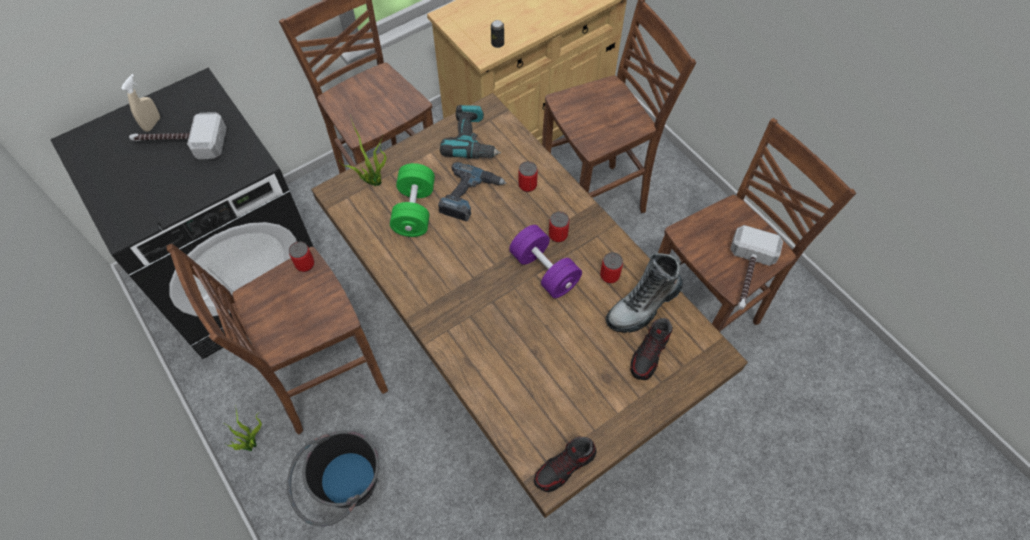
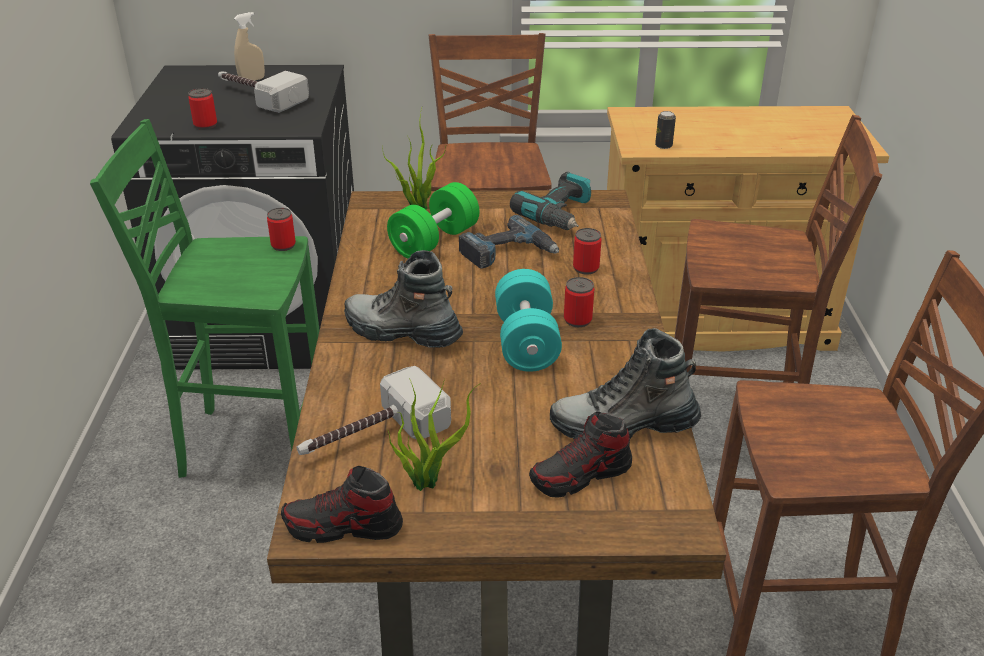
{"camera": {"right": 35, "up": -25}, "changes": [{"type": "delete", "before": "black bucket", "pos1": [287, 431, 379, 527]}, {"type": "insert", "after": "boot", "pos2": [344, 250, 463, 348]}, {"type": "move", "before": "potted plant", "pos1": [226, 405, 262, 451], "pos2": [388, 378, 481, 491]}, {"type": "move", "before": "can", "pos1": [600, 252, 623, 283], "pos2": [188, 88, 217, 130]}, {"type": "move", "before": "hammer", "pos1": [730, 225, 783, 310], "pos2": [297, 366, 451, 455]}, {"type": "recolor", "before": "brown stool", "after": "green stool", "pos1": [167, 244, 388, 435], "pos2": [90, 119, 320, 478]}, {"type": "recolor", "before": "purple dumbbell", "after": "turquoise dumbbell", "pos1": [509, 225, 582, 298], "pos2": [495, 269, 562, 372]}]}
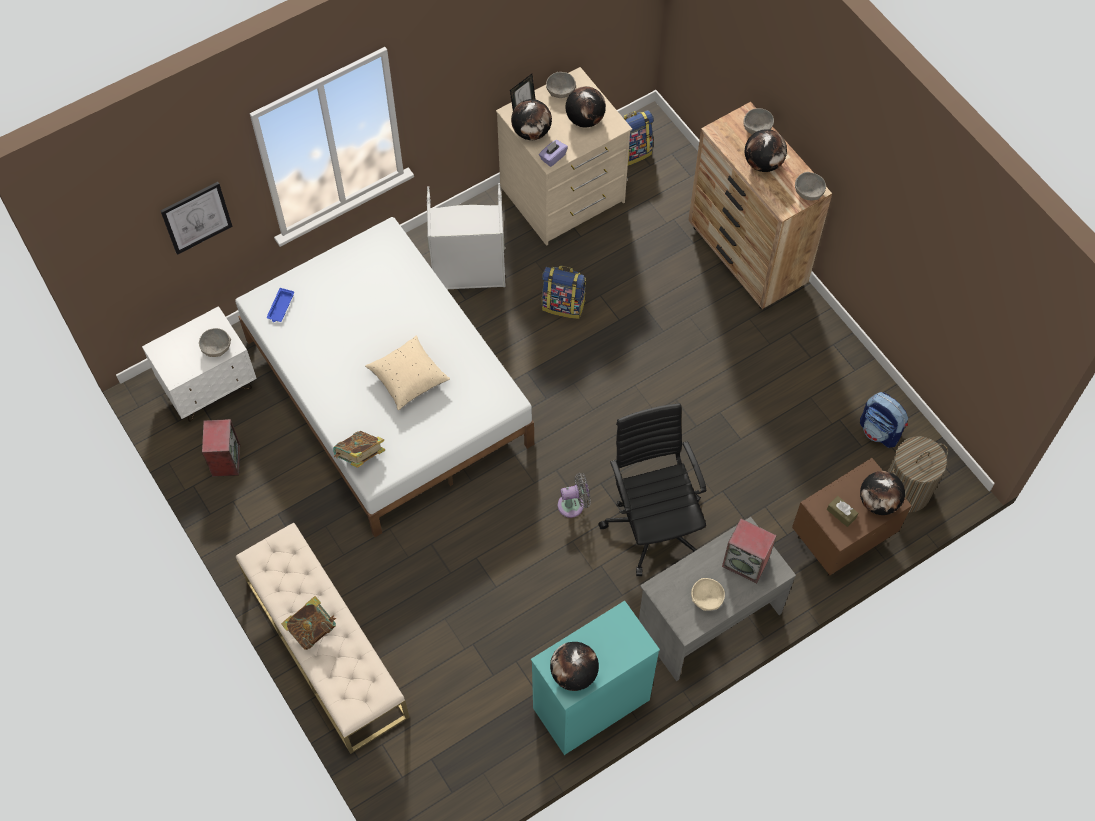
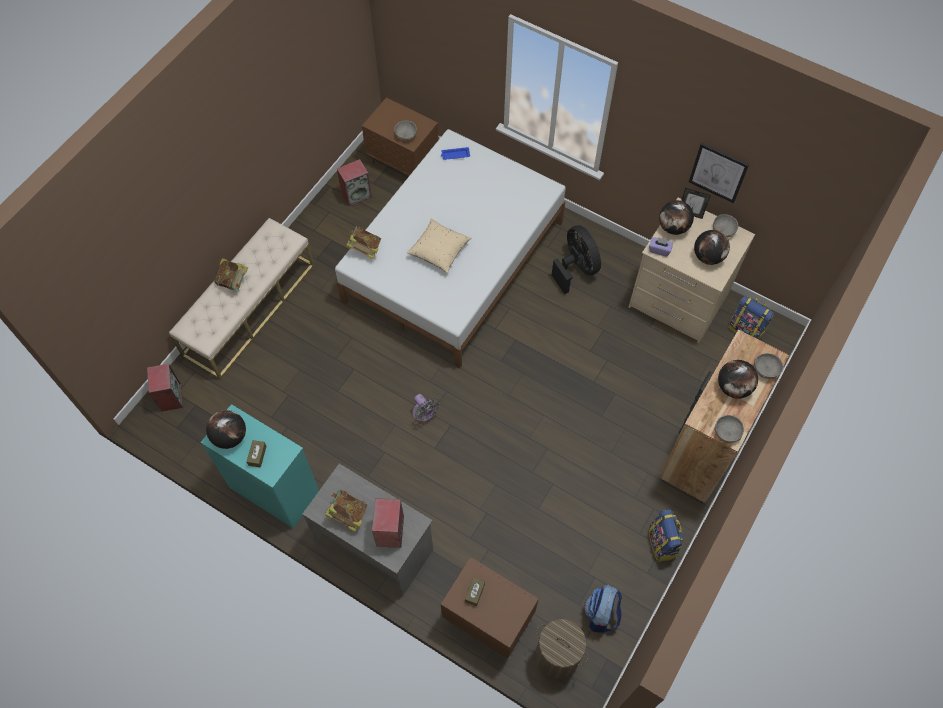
{"camera": {"right": 65, "up": 0}, "changes": [{"type": "delete", "before": "black office chair", "pos1": [598, 404, 706, 576]}, {"type": "delete", "before": "globe", "pos1": [860, 471, 905, 515]}, {"type": "insert", "after": "speaker", "pos2": [147, 364, 183, 412]}, {"type": "insert", "after": "brown tissue box", "pos2": [247, 440, 267, 468]}, {"type": "move", "before": "picture", "pos1": [161, 182, 233, 255], "pos2": [689, 143, 749, 203]}, {"type": "move", "before": "backpack", "pos1": [542, 266, 586, 319], "pos2": [648, 509, 683, 562]}, {"type": "replace", "before": "grey laundry basket", "after": "black fan", "pos1": [426, 183, 506, 289], "pos2": [552, 225, 601, 294]}, {"type": "replace", "before": "beige bowl", "after": "book", "pos1": [691, 578, 725, 611], "pos2": [325, 489, 367, 532]}, {"type": "recolor", "before": "white nightstand", "after": "brown nightstand", "pos1": [142, 306, 257, 422], "pos2": [362, 97, 439, 176]}]}
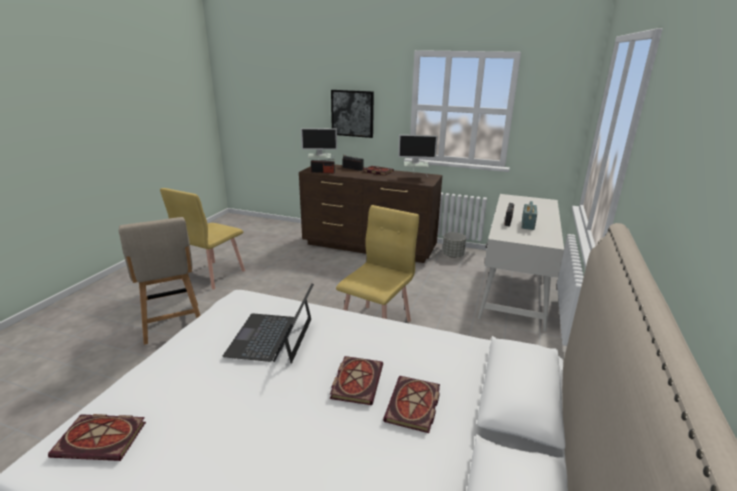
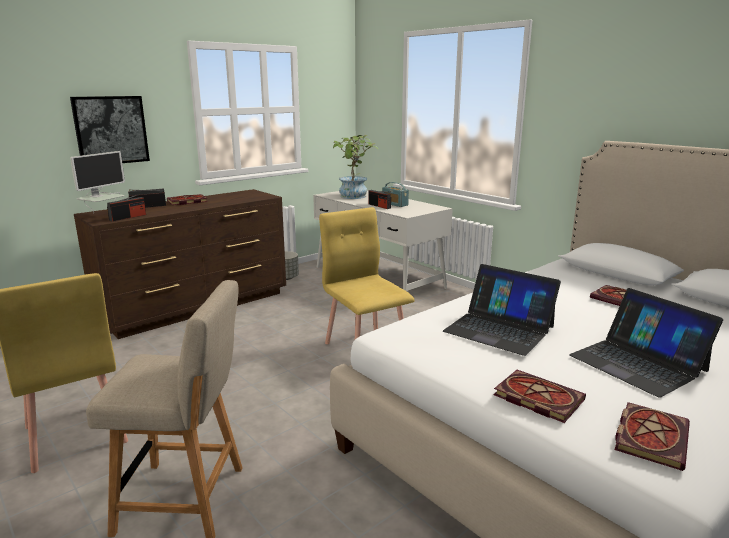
{"camera": {"right": -60, "up": -5}, "changes": [{"type": "delete", "before": "monitor", "pos1": [398, 135, 438, 177]}, {"type": "insert", "after": "potted plant", "pos2": [333, 135, 379, 199]}, {"type": "insert", "after": "laptop", "pos2": [569, 288, 723, 398]}, {"type": "move", "before": "book", "pos1": [330, 356, 383, 405], "pos2": [493, 370, 586, 423]}]}
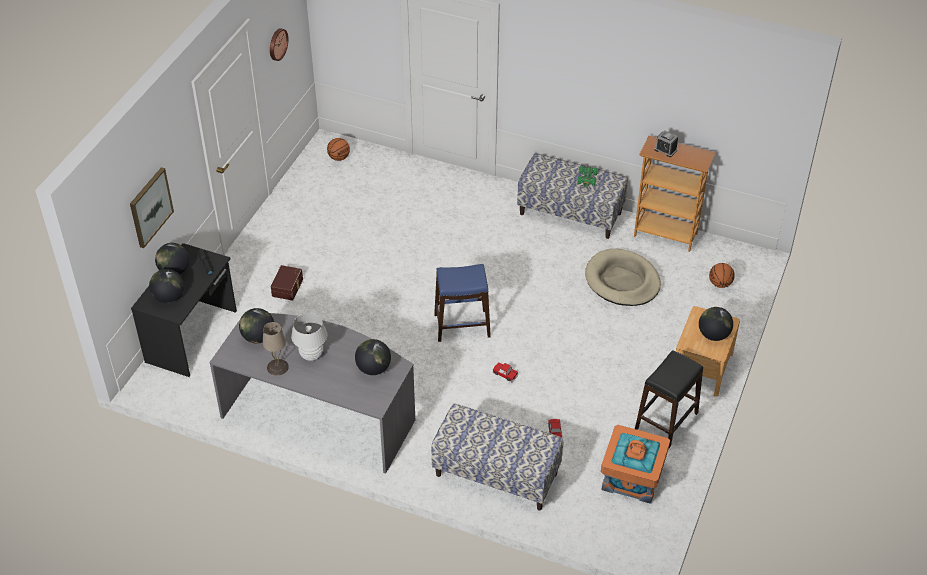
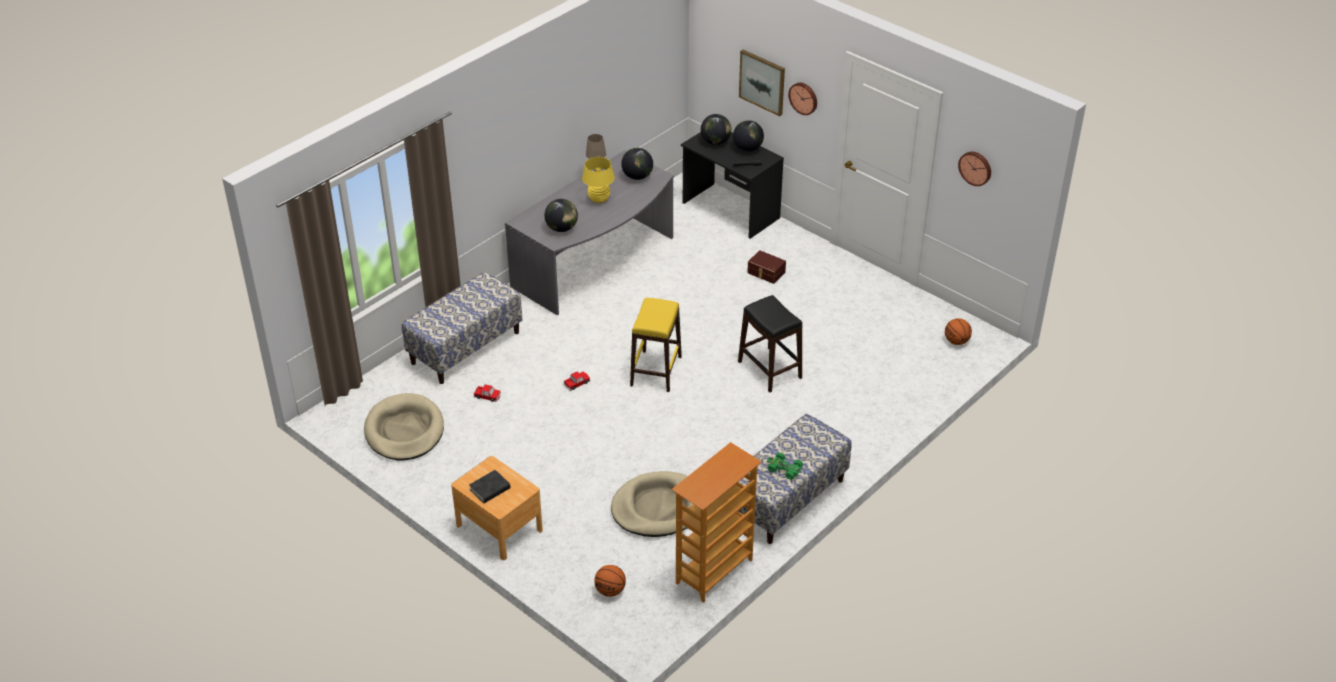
{"camera": {"right": 110, "up": -5}, "changes": [{"type": "delete", "before": "alarm clock", "pos1": [654, 130, 678, 157]}, {"type": "insert", "after": "wall clock", "pos2": [788, 83, 817, 115]}, {"type": "move", "before": "black stool", "pos1": [635, 350, 703, 448], "pos2": [738, 295, 802, 392]}, {"type": "replace", "before": "orange storage box", "after": "beige dog bed", "pos1": [601, 425, 670, 504], "pos2": [364, 393, 444, 460]}, {"type": "replace", "before": "globe", "after": "black book", "pos1": [699, 307, 733, 341], "pos2": [469, 470, 510, 503]}, {"type": "recolor", "before": "white table lamp", "after": "yellow table lamp", "pos1": [291, 313, 327, 361], "pos2": [582, 157, 615, 203]}, {"type": "recolor", "before": "blue stool", "after": "yellow stool", "pos1": [434, 264, 491, 342], "pos2": [630, 298, 682, 392]}]}
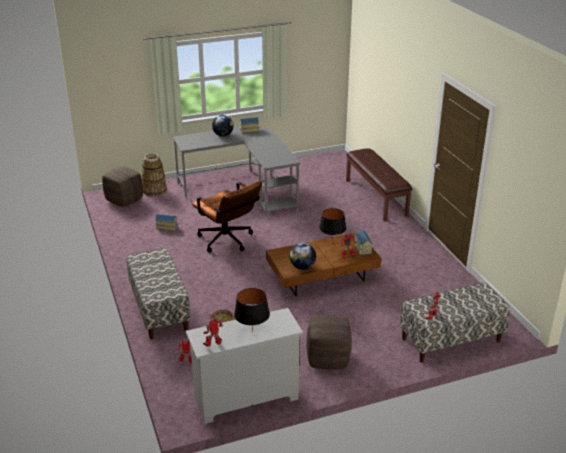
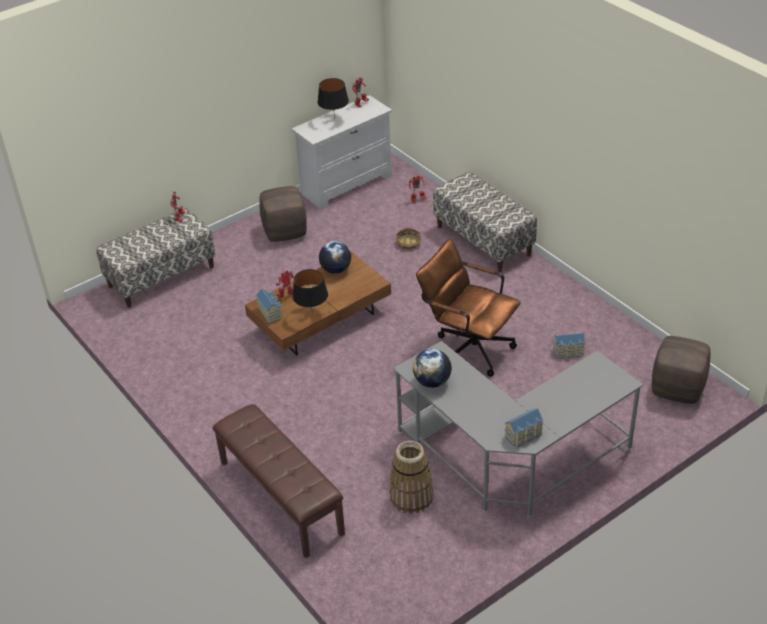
{"camera": {"right": 165, "up": 10}, "changes": [{"type": "move", "before": "basket", "pos1": [142, 153, 167, 197], "pos2": [390, 441, 434, 514]}, {"type": "move", "before": "globe", "pos1": [212, 115, 234, 136], "pos2": [413, 349, 452, 388]}]}
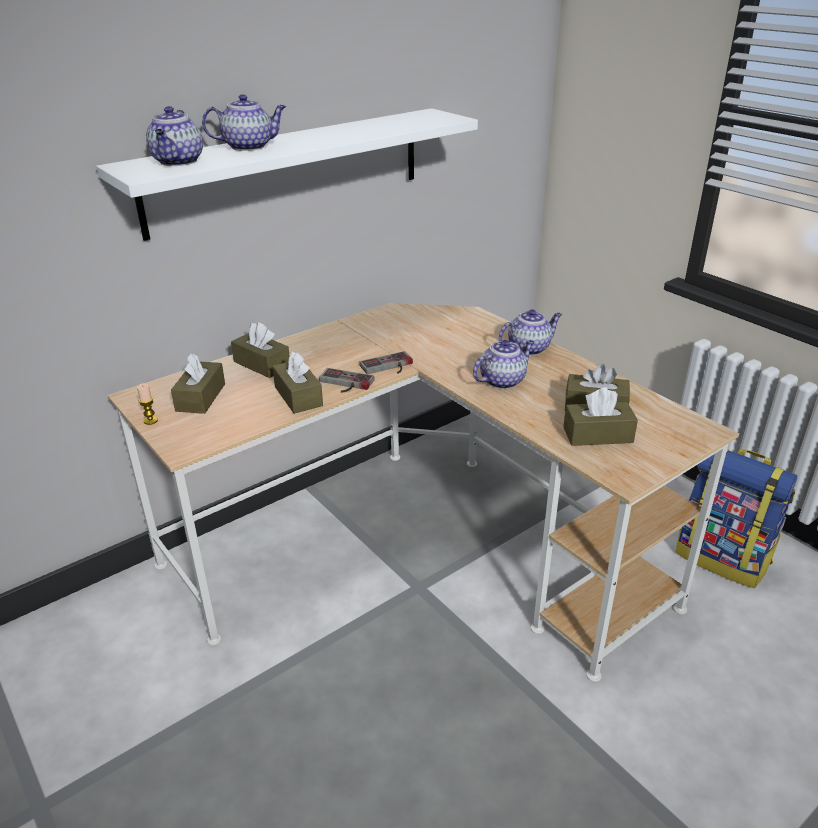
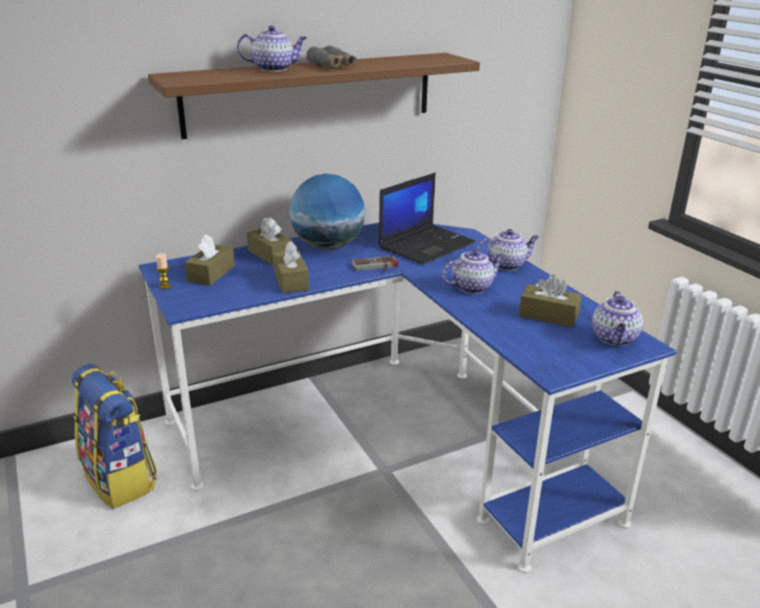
{"camera": {"right": 10, "up": -5}, "changes": [{"type": "delete", "before": "game controller", "pos1": [319, 368, 375, 392]}, {"type": "delete", "before": "brown tissue box", "pos1": [563, 387, 638, 446]}, {"type": "insert", "after": "globe", "pos2": [289, 173, 365, 250]}, {"type": "insert", "after": "grey binoculars", "pos2": [306, 45, 357, 67]}, {"type": "insert", "after": "laptop", "pos2": [379, 172, 476, 265]}, {"type": "move", "before": "teapot", "pos1": [146, 106, 203, 166], "pos2": [592, 291, 643, 346]}, {"type": "move", "before": "backpack", "pos1": [676, 449, 797, 588], "pos2": [72, 364, 157, 509]}, {"type": "recolor", "before": "white shelf", "after": "brown shelf", "pos1": [96, 108, 478, 241], "pos2": [148, 53, 480, 139]}, {"type": "recolor", "before": "beige desk", "after": "blue desk", "pos1": [108, 303, 739, 682], "pos2": [139, 223, 677, 573]}]}
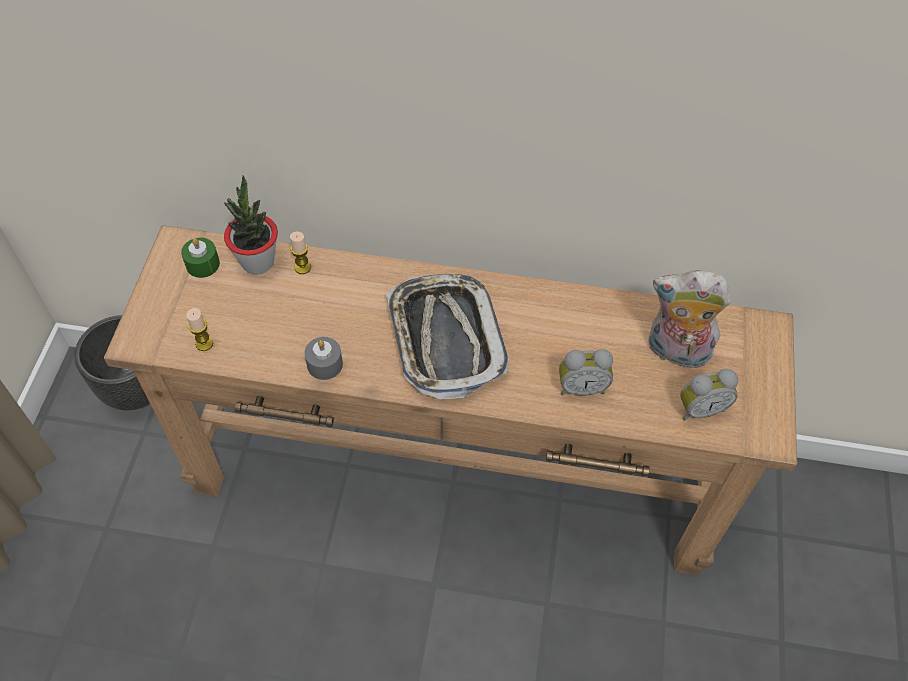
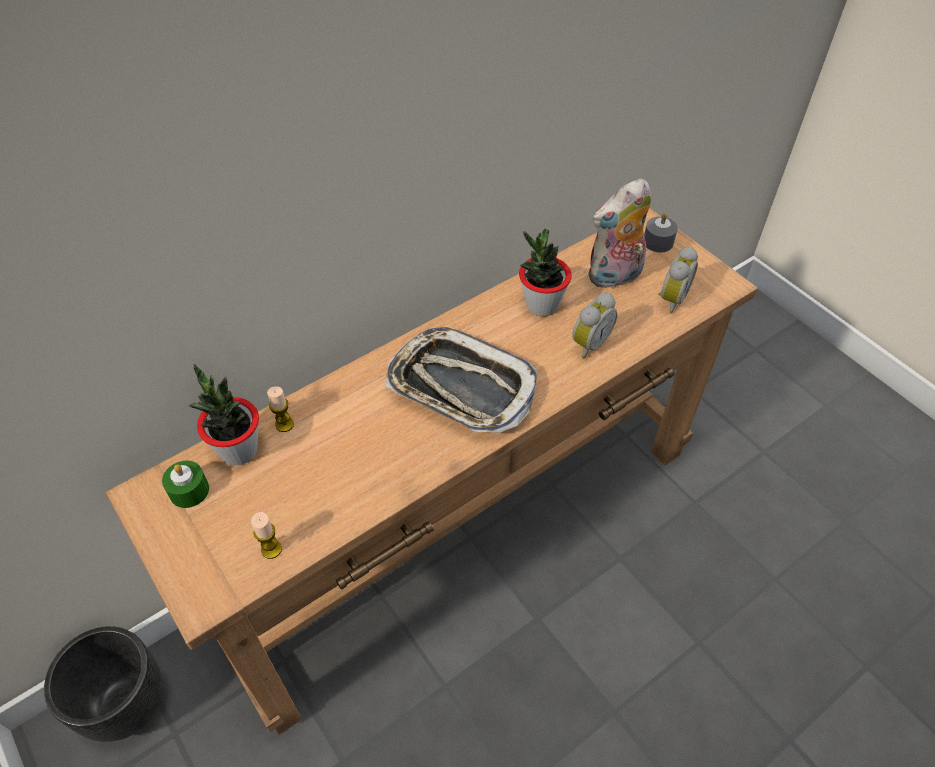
{"camera": {"right": -45, "up": -5}, "changes": [{"type": "insert", "after": "potted plant", "pos2": [519, 229, 572, 316]}, {"type": "move", "before": "grey candle", "pos1": [304, 337, 343, 380], "pos2": [644, 213, 678, 252]}]}
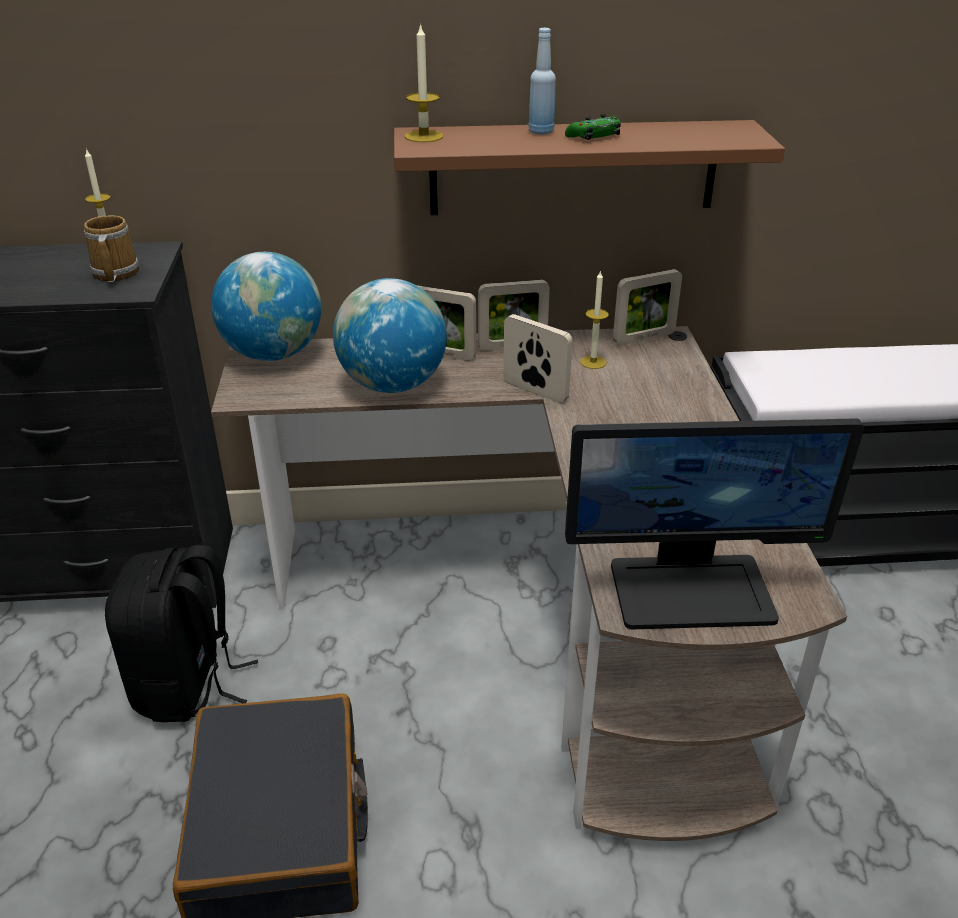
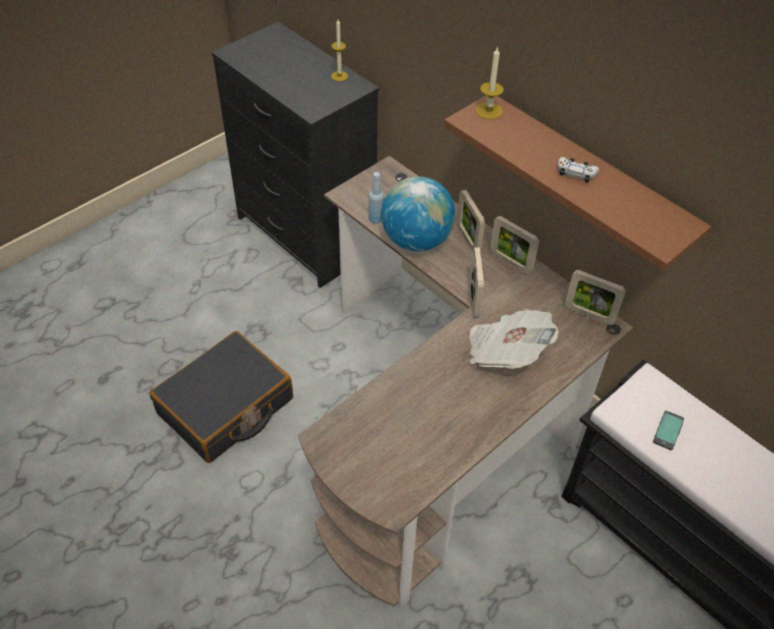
{"camera": {"right": 50, "up": 15}, "changes": [{"type": "delete", "before": "mug", "pos1": [84, 215, 139, 282]}, {"type": "delete", "before": "black backpack", "pos1": [105, 545, 258, 722]}, {"type": "delete", "before": "globe", "pos1": [211, 252, 321, 361]}, {"type": "delete", "before": "monitor", "pos1": [565, 418, 864, 629]}, {"type": "delete", "before": "candle", "pos1": [580, 270, 609, 369]}, {"type": "insert", "after": "newspaper", "pos2": [469, 309, 558, 369]}, {"type": "insert", "after": "phone", "pos2": [653, 411, 684, 450]}, {"type": "move", "before": "blue bottle", "pos1": [529, 28, 556, 135], "pos2": [368, 172, 384, 224]}, {"type": "recolor", "before": "green game controller", "after": "white game controller", "pos1": [565, 114, 621, 140], "pos2": [558, 157, 599, 183]}]}
